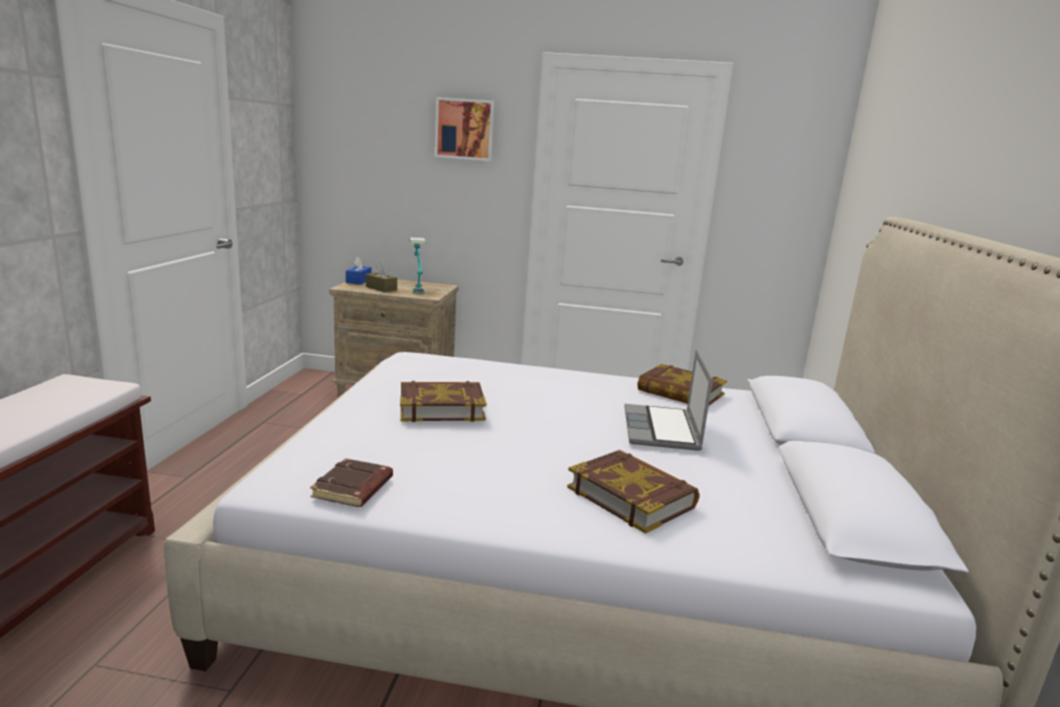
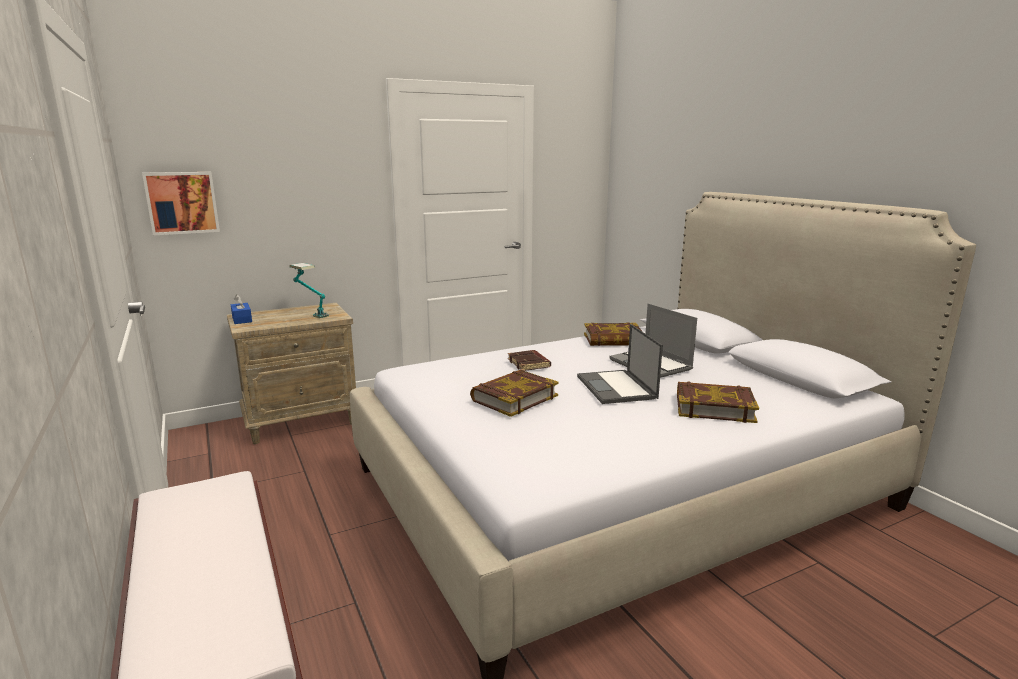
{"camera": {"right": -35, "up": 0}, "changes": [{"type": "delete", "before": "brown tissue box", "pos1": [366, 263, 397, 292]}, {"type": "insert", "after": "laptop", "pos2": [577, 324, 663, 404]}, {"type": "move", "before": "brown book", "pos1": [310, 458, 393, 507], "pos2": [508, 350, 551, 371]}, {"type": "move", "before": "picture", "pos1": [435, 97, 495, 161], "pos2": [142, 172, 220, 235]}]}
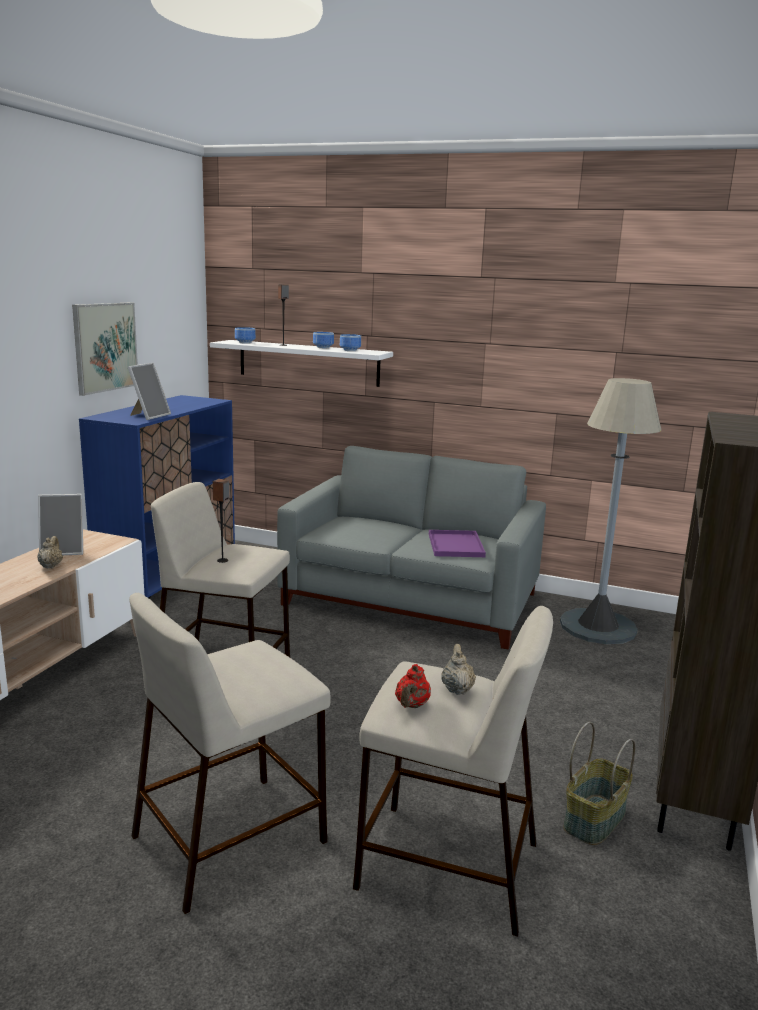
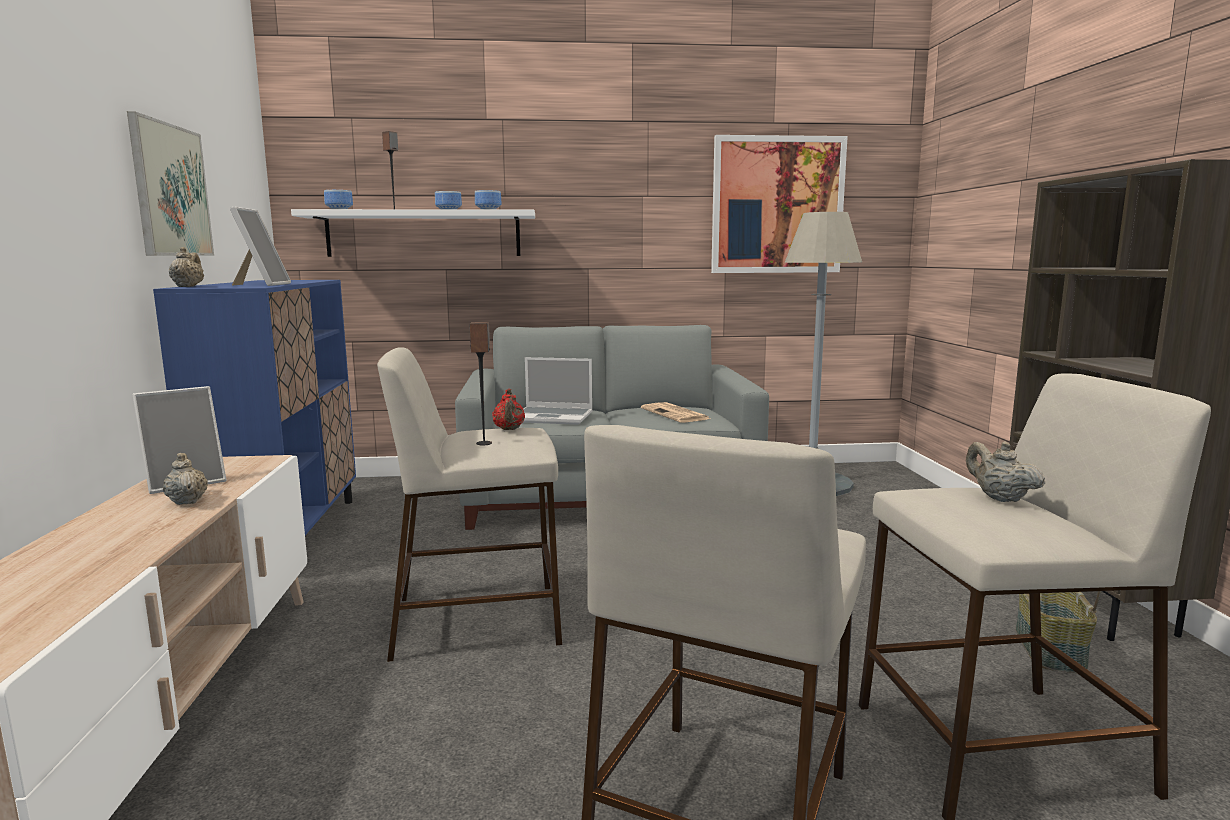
{"camera": {"right": -25, "up": -5}, "changes": [{"type": "insert", "after": "beige teapot", "pos2": [169, 247, 204, 287]}, {"type": "insert", "after": "laptop", "pos2": [522, 357, 593, 425]}, {"type": "insert", "after": "picture", "pos2": [711, 135, 848, 273]}, {"type": "move", "before": "red teapot", "pos1": [395, 664, 431, 708], "pos2": [492, 389, 525, 430]}, {"type": "replace", "before": "purple tray", "after": "newspaper", "pos1": [429, 530, 486, 557], "pos2": [641, 402, 710, 423]}]}
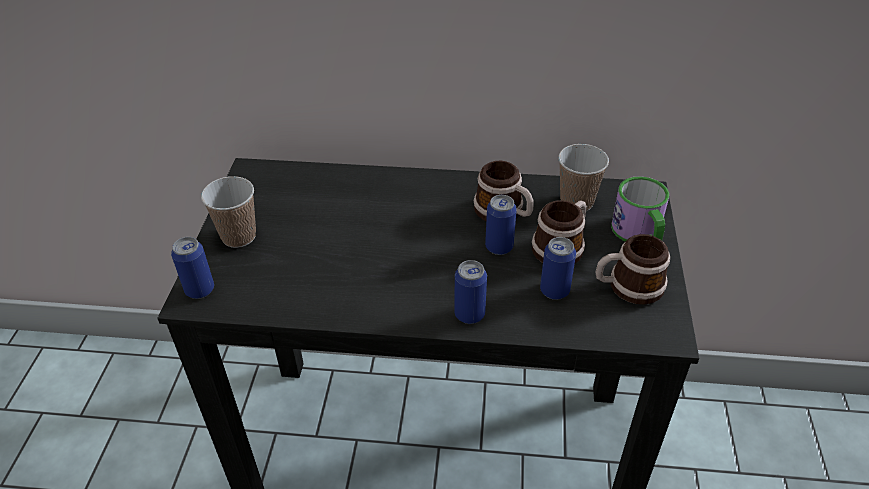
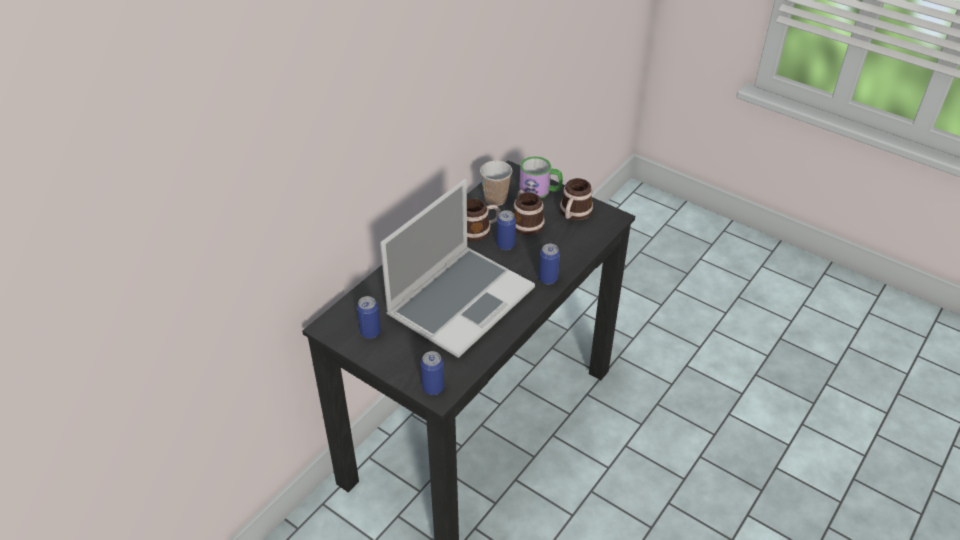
{"camera": {"right": -60, "up": 0}, "changes": [{"type": "delete", "before": "cup", "pos1": [201, 176, 256, 248]}, {"type": "insert", "after": "laptop", "pos2": [380, 179, 535, 358]}, {"type": "move", "before": "can", "pos1": [540, 237, 576, 300], "pos2": [357, 296, 381, 339]}]}
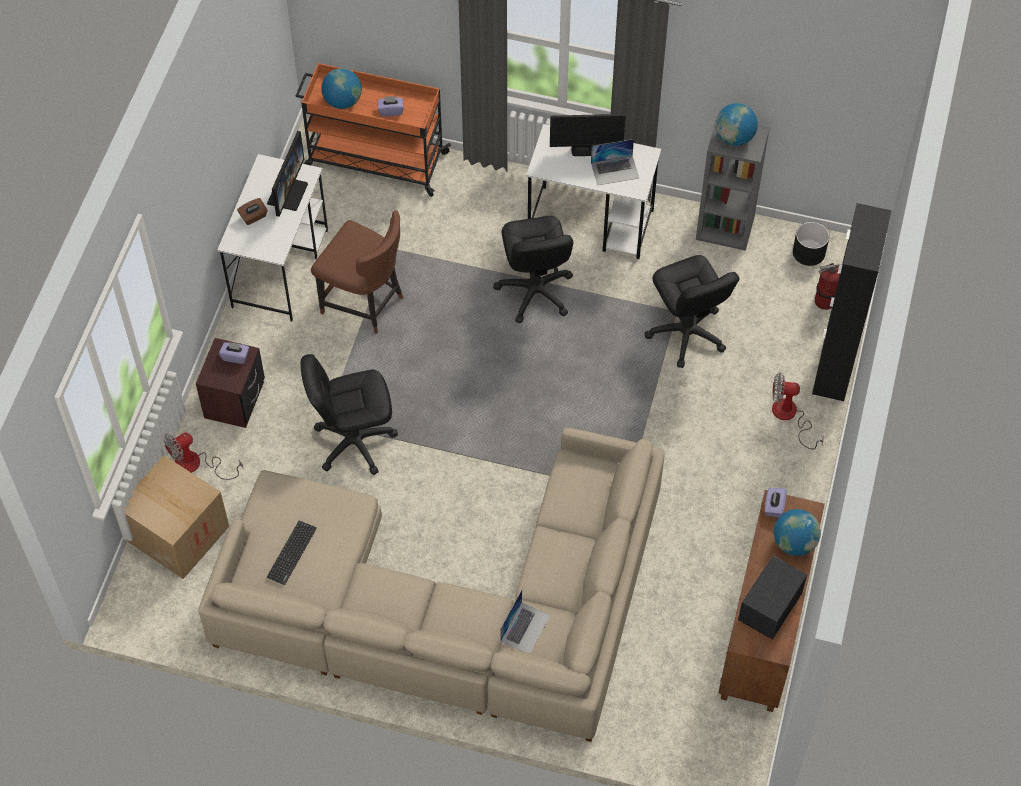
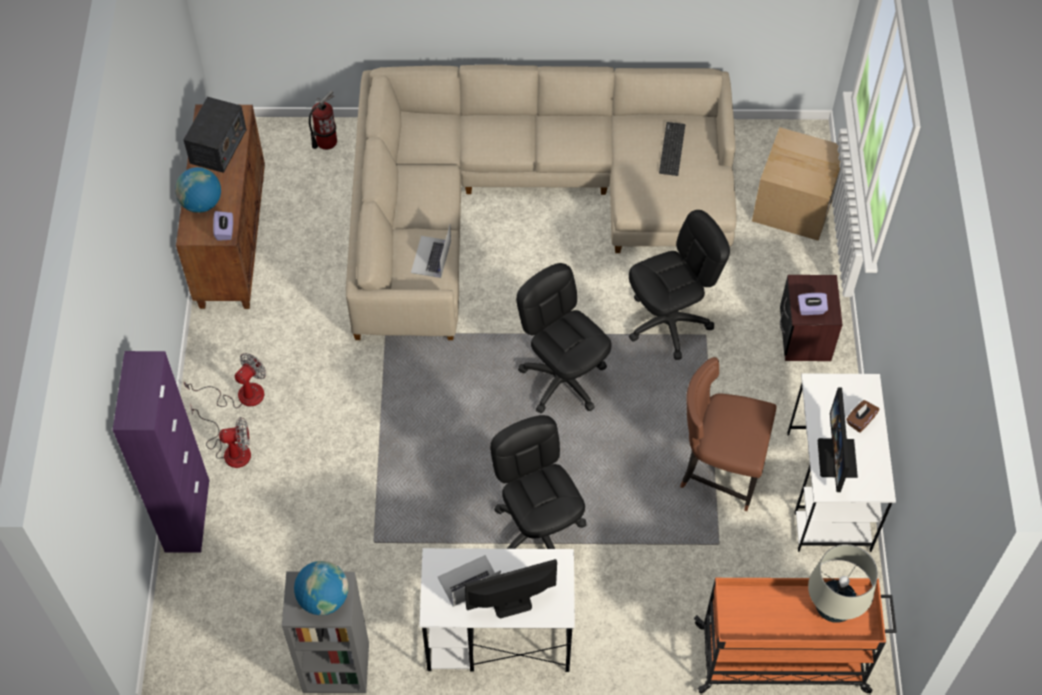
{"camera": {"right": 165, "up": 0}, "changes": [{"type": "delete", "before": "purple tissue box", "pos1": [378, 96, 404, 117]}, {"type": "delete", "before": "black planter", "pos1": [793, 222, 829, 266]}, {"type": "move", "before": "fan", "pos1": [164, 432, 243, 480], "pos2": [183, 353, 266, 408]}, {"type": "move", "before": "laptop", "pos1": [500, 590, 551, 653], "pos2": [411, 225, 451, 278]}, {"type": "move", "before": "black office chair", "pos1": [645, 255, 739, 368], "pos2": [516, 263, 612, 413]}, {"type": "move", "before": "fire extinguisher", "pos1": [815, 263, 840, 310], "pos2": [309, 90, 337, 150]}, {"type": "replace", "before": "globe", "after": "beige table lamp", "pos1": [321, 68, 362, 109], "pos2": [808, 544, 878, 623]}, {"type": "recolor", "before": "black cabinet", "after": "purple cabinet", "pos1": [812, 203, 892, 401], "pos2": [113, 351, 210, 553]}]}
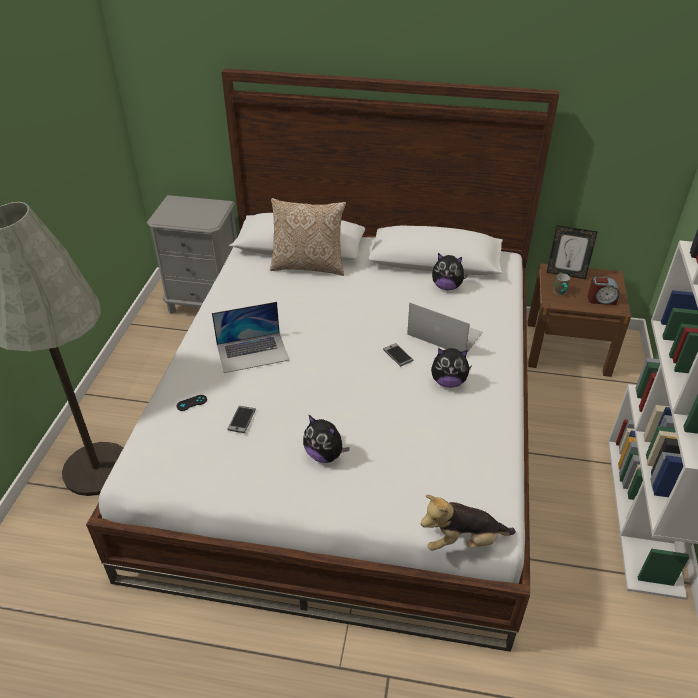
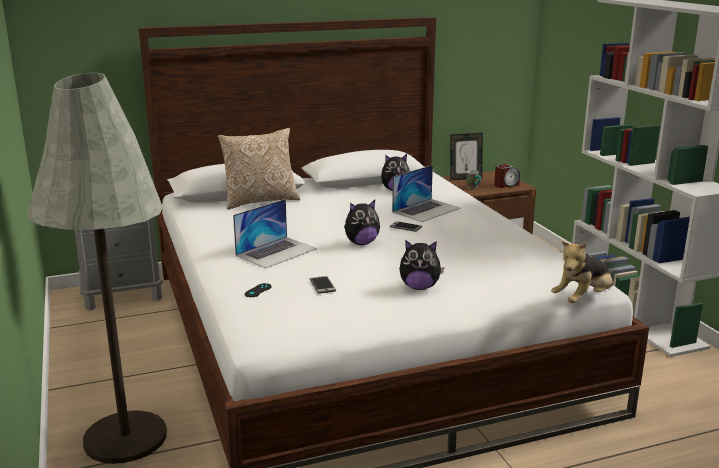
{"camera": {"right": -30, "up": -20}, "changes": [{"type": "move", "before": "plush toy", "pos1": [431, 348, 471, 388], "pos2": [344, 200, 380, 245]}, {"type": "rotate", "before": "laptop", "pos1": [407, 303, 482, 353], "pos2": [392, 165, 461, 222], "turn": 135}]}
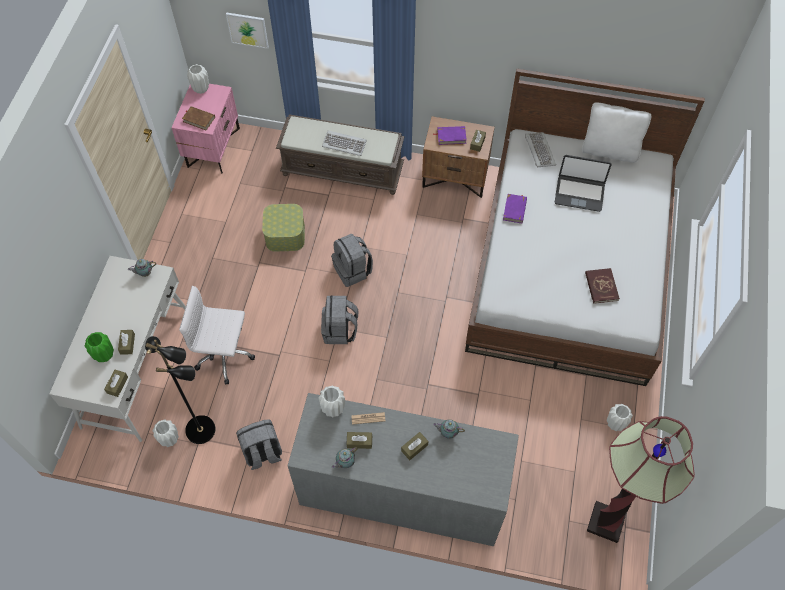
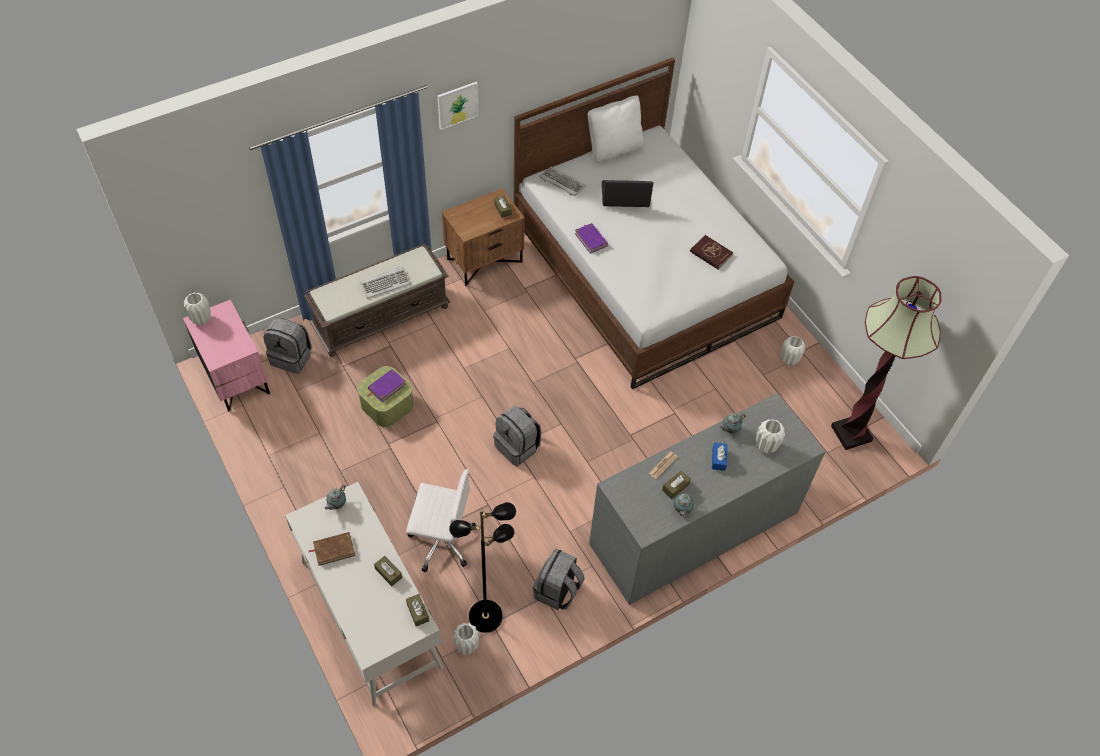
{"camera": {"right": -45, "up": -5}, "changes": [{"type": "delete", "before": "green vase", "pos1": [85, 332, 114, 362]}, {"type": "move", "before": "brown book", "pos1": [182, 106, 215, 130], "pos2": [309, 532, 355, 566]}, {"type": "move", "before": "picture", "pos1": [226, 12, 269, 49], "pos2": [437, 82, 479, 130]}, {"type": "move", "before": "white vase", "pos1": [318, 386, 345, 417], "pos2": [756, 419, 785, 454]}, {"type": "move", "before": "grey backpack", "pos1": [331, 233, 373, 287], "pos2": [263, 318, 312, 374]}, {"type": "move", "before": "purple book", "pos1": [433, 126, 467, 145], "pos2": [367, 369, 406, 402]}, {"type": "recolor", "before": "brown tissue box", "after": "blue tissue box", "pos1": [401, 432, 428, 460], "pos2": [712, 442, 728, 471]}, {"type": "rotate", "before": "white office chair", "pos1": [179, 286, 255, 385], "pos2": [406, 469, 476, 572], "turn": -135}, {"type": "rotate", "before": "laptop", "pos1": [555, 155, 612, 212], "pos2": [602, 180, 653, 207], "turn": -150}]}
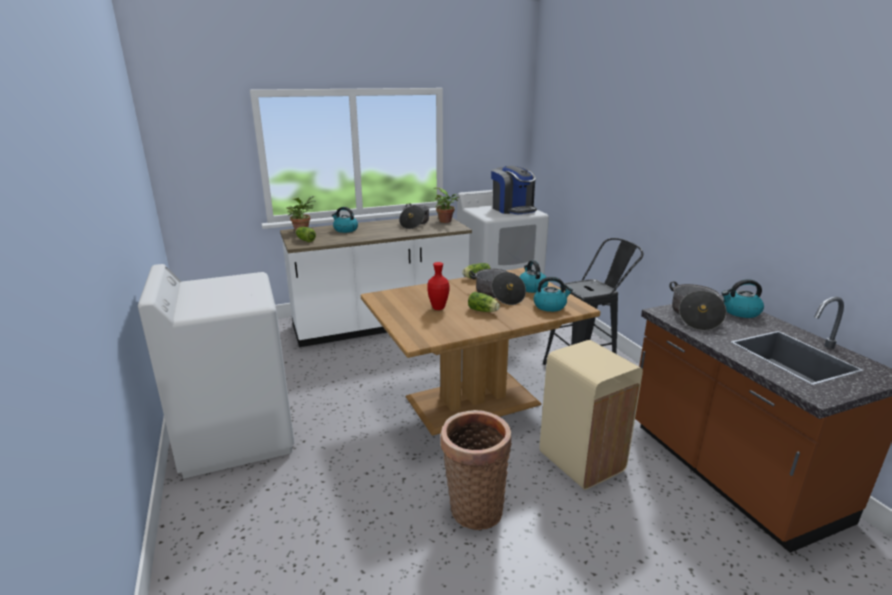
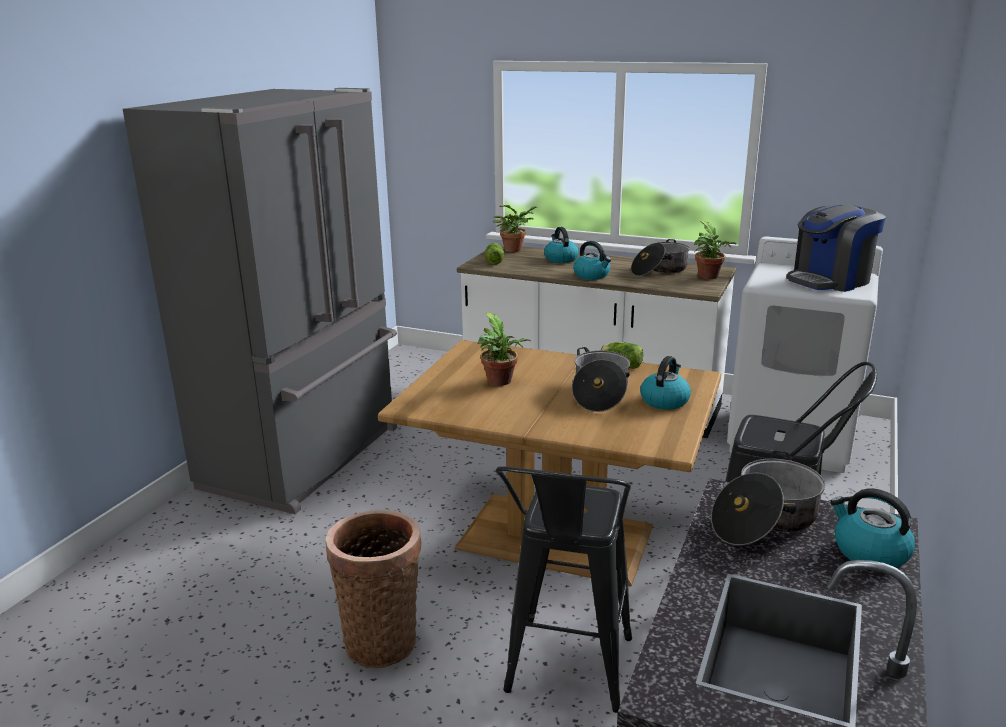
{"camera": {"right": 45, "up": 0}, "changes": [{"type": "delete", "before": "lettuce", "pos1": [468, 292, 500, 312]}, {"type": "move", "before": "kettle", "pos1": [534, 277, 573, 312], "pos2": [573, 241, 611, 280]}, {"type": "replace", "before": "white washing machine", "after": "grey fridge", "pos1": [138, 264, 294, 479], "pos2": [123, 88, 397, 514]}, {"type": "replace", "before": "red vase", "after": "potted plant", "pos1": [427, 262, 449, 310], "pos2": [478, 312, 531, 386]}, {"type": "replace", "before": "beige trash can", "after": "black stool", "pos1": [539, 340, 643, 490], "pos2": [496, 466, 632, 713]}, {"type": "rotate", "before": "coffee machine", "pos1": [491, 166, 537, 215], "pos2": [786, 205, 886, 292], "turn": 45}]}
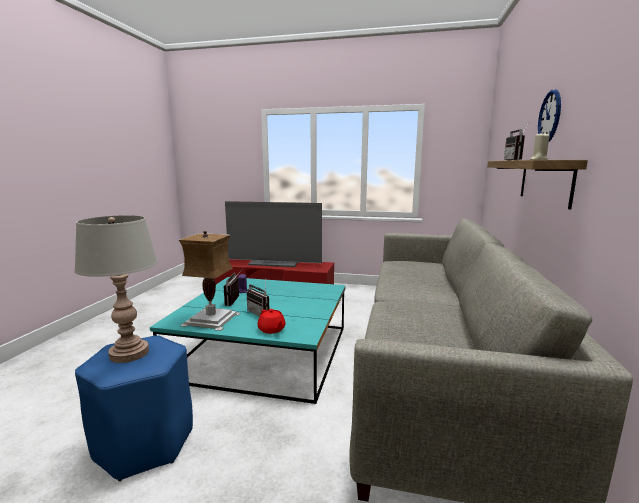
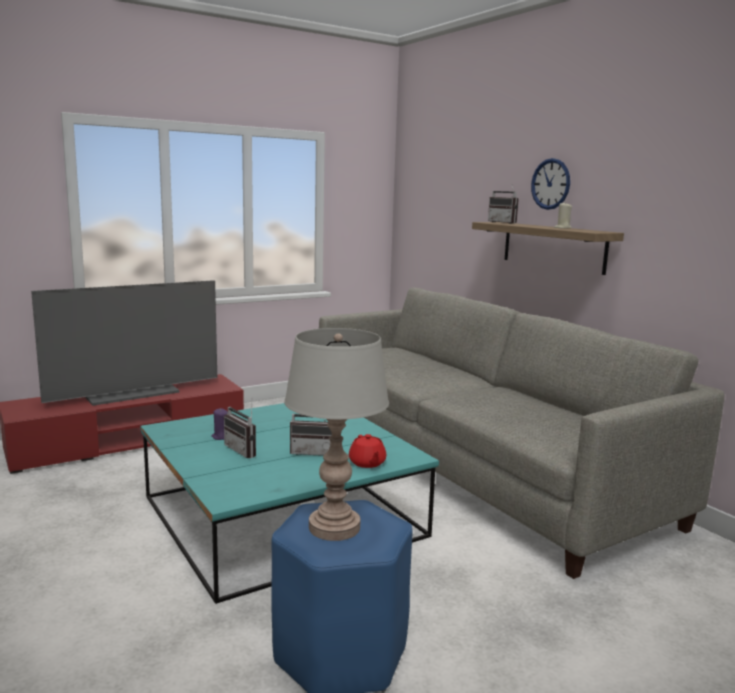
{"camera": {"right": -45, "up": 0}, "changes": [{"type": "delete", "before": "table lamp", "pos1": [179, 231, 240, 331]}, {"type": "rotate", "before": "red teapot", "pos1": [258, 309, 286, 334], "pos2": [349, 434, 386, 468], "turn": 60}]}
